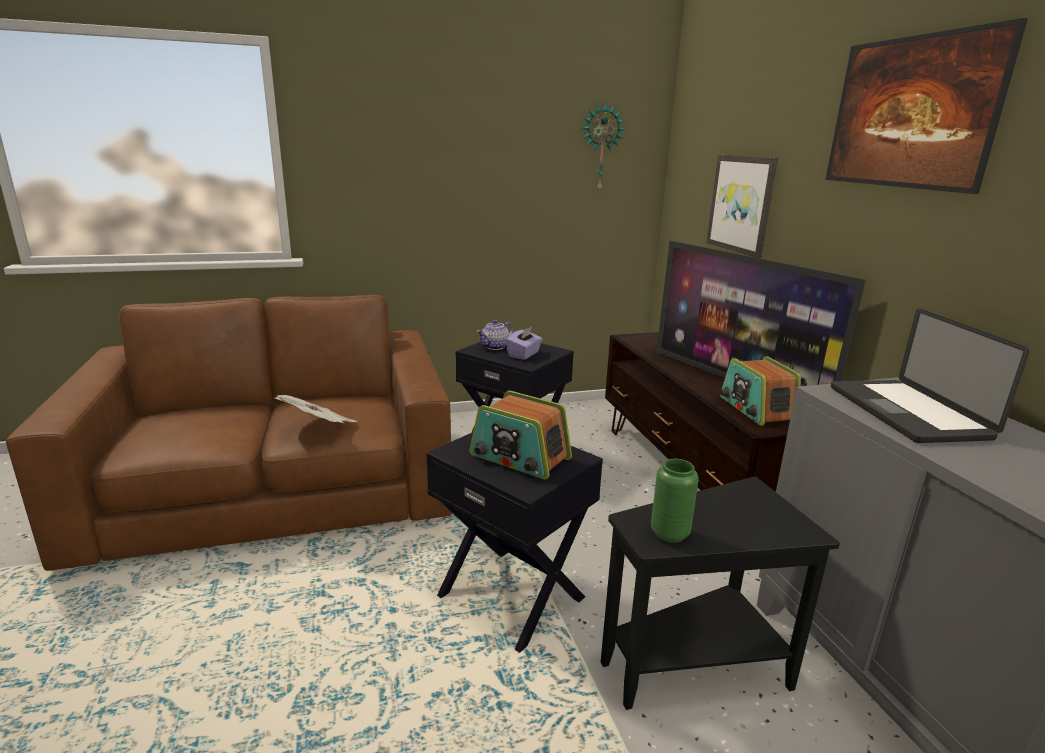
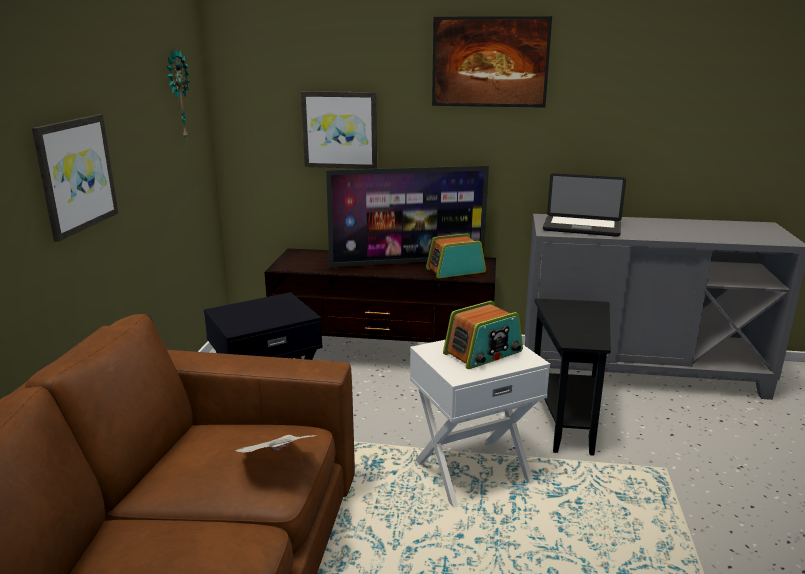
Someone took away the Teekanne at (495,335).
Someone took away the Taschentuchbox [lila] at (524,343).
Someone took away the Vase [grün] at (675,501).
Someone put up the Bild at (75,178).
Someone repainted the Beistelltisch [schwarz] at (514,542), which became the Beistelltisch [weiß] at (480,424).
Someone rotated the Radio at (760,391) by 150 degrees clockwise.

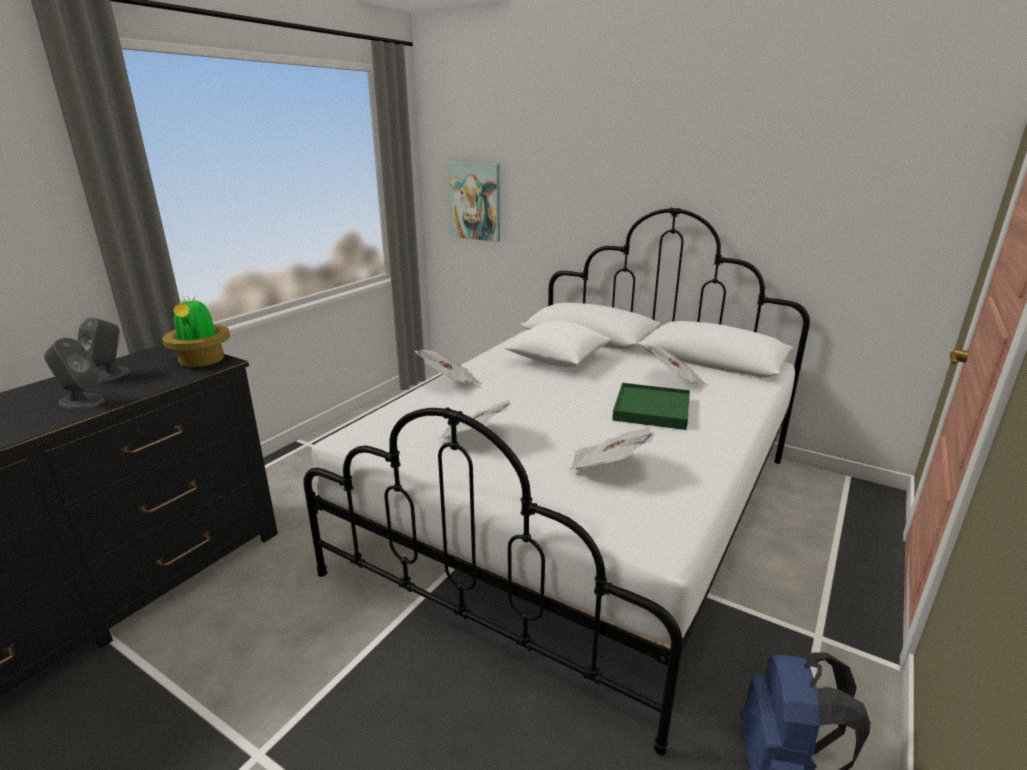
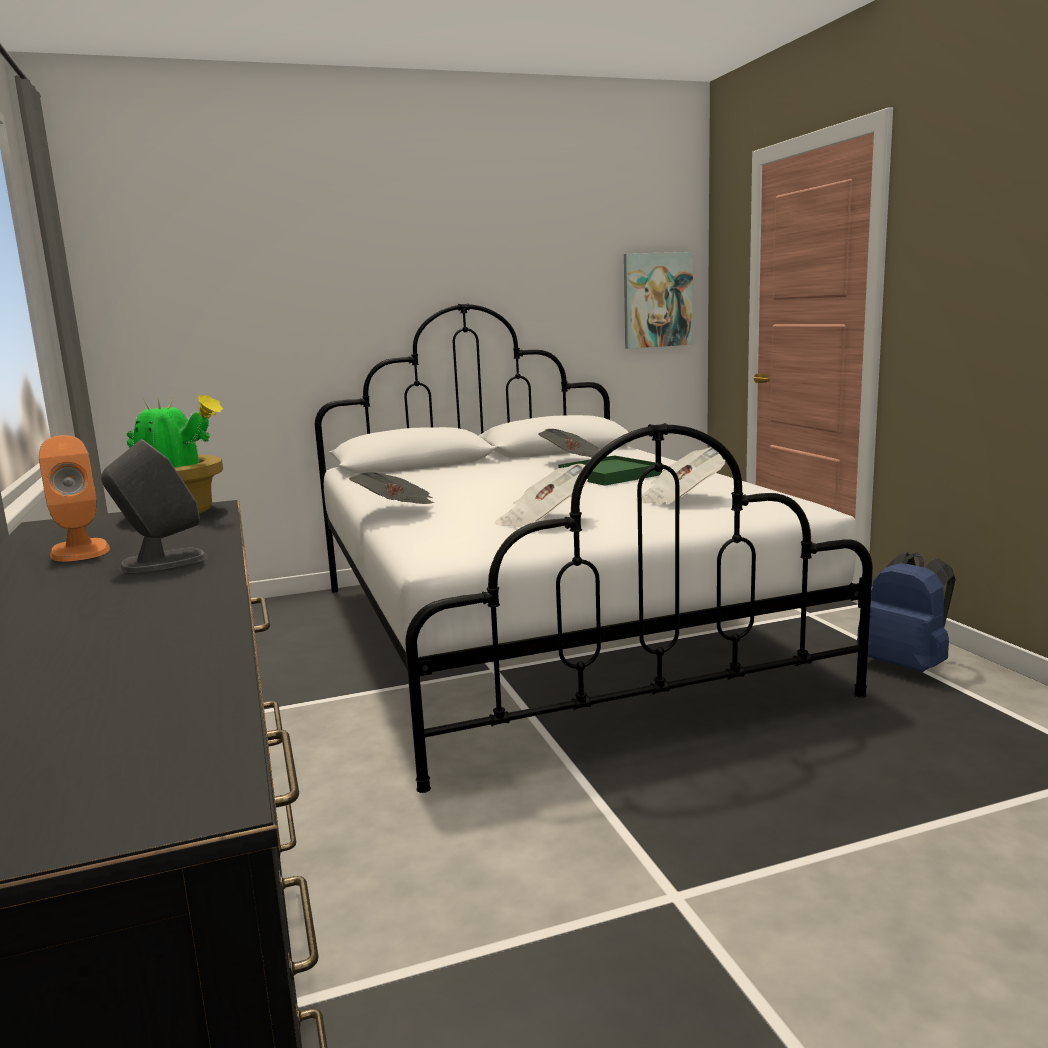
Someone took away the Kissen [weiß] at (557,343).
Someone carried the Bild from (473,202) to (658,300).
Someone repainted the Lautsprecher [grau] at (104,350), which became the Lautsprecher [orange] at (74,498).

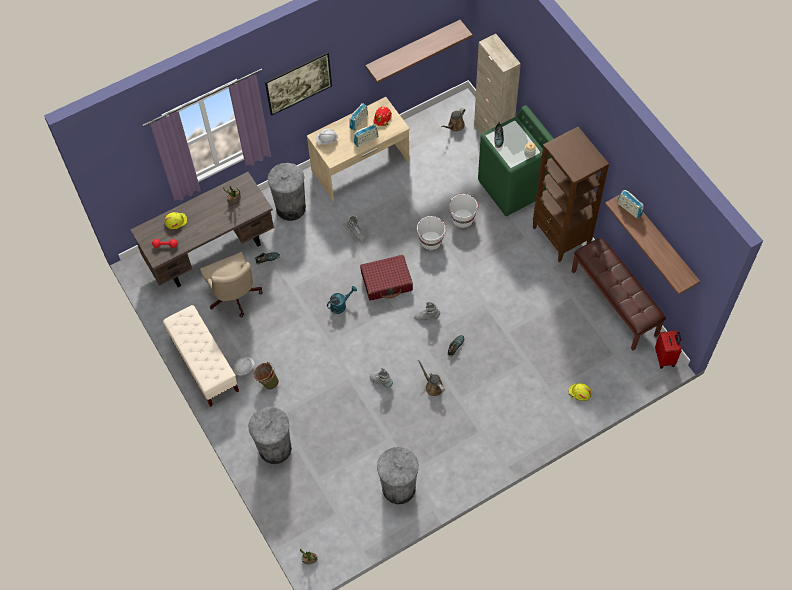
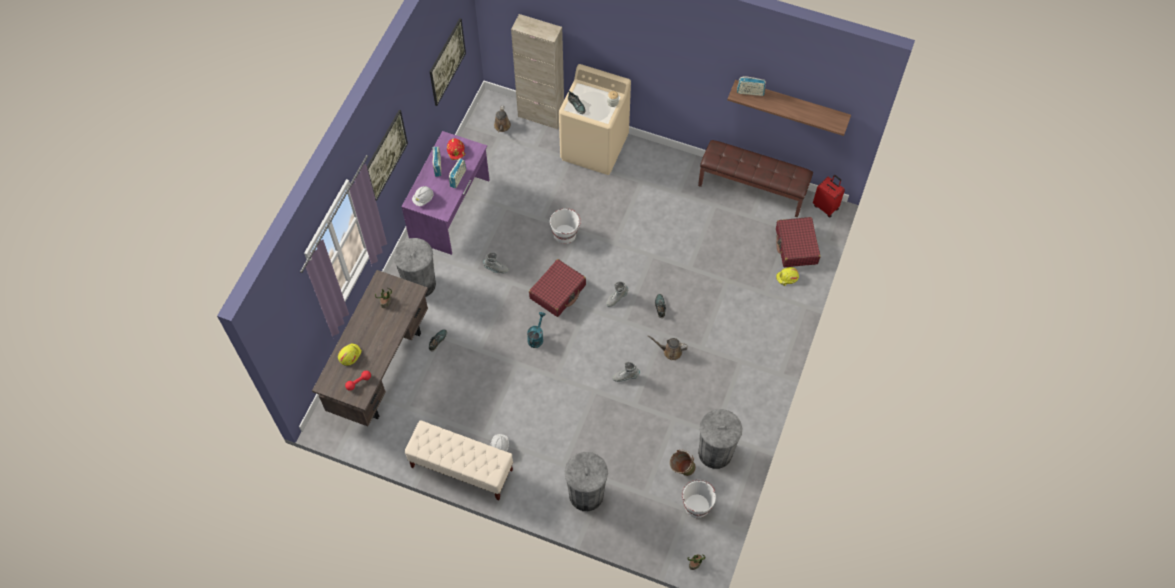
Someone took away the Bürostuhl [beige] at (231,284).
Someone took away the Bücherregal [braun] at (571,194).
Someone put down the Koffer [rot] at (798,242).
Someone carried the Eimer [grün] from (266,376) to (683,463).
Someone carried the Eimer [weiß] from (464,210) to (699,499).
Someone swapped the Wandregal at (419,51) for the Bild at (448,62).
Someone repainted the Schreibtisch [beige] at (358,149), which became the Schreibtisch [lila] at (445,193).
Someone repainted the Waschmaschine [grün] at (516,160), which became the Waschmaschine [beige] at (595,119).

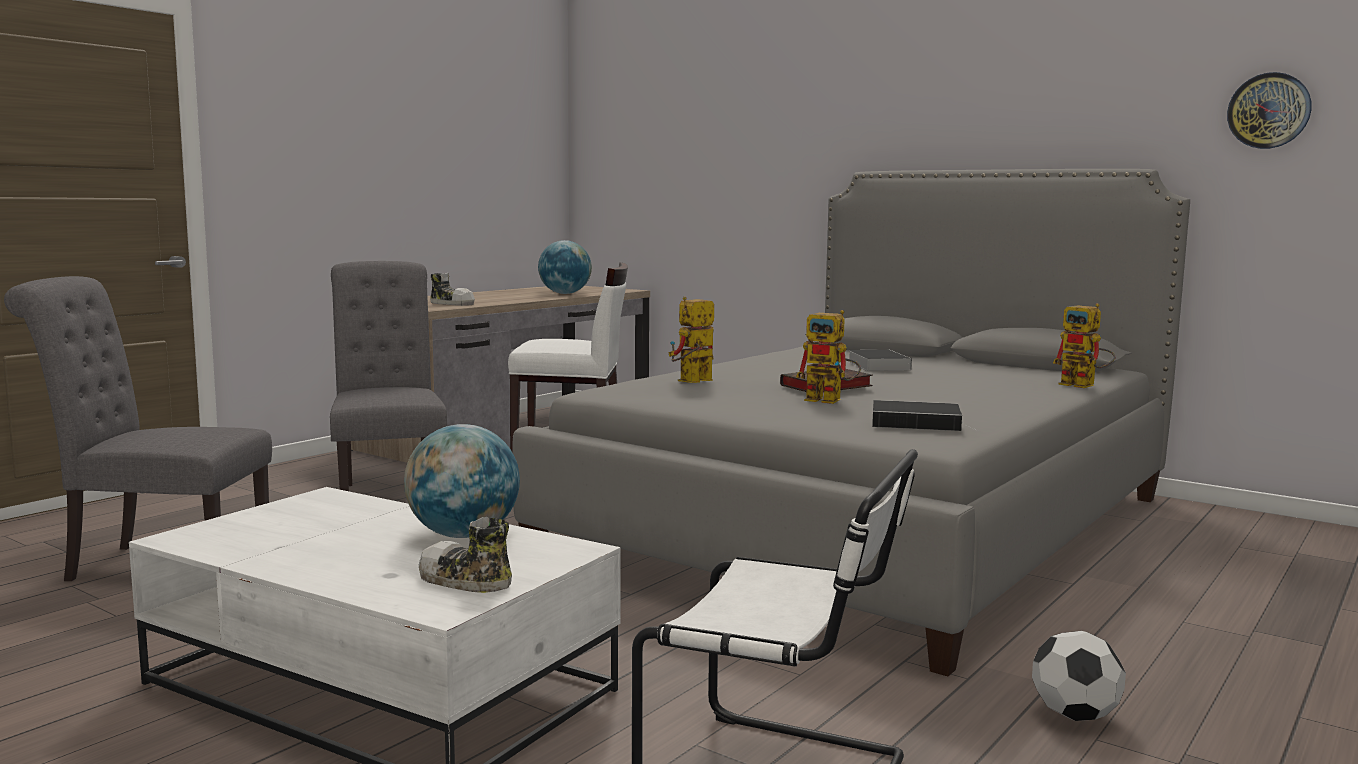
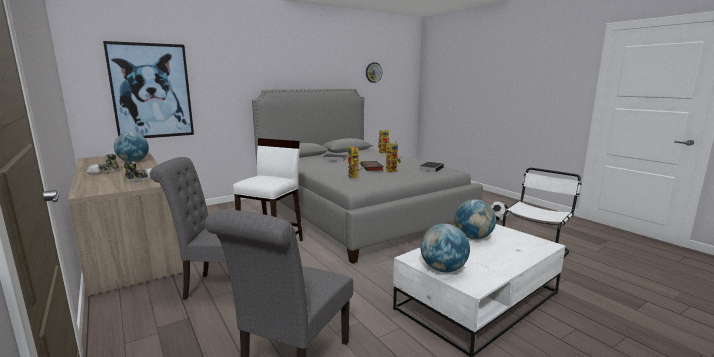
Someone put up the Bild at (148,89).
Someone put down the Globus at (445,248).
Someone carried the Schuh from (465,555) to (103,164).

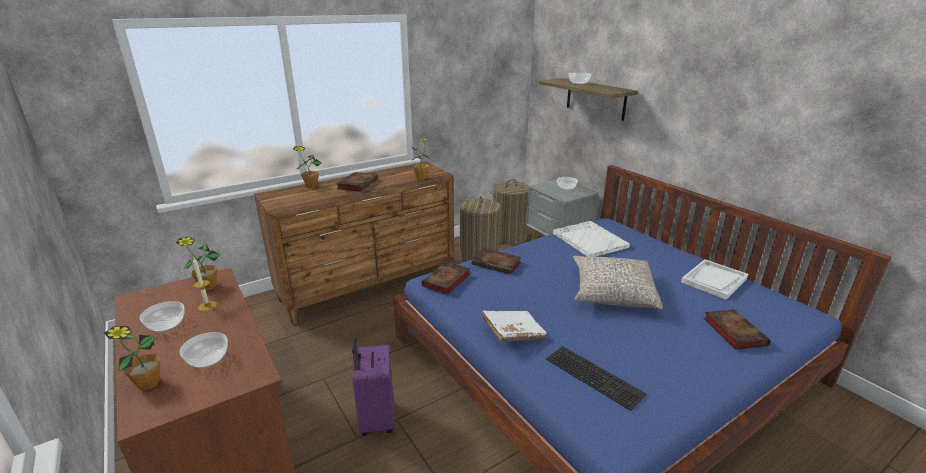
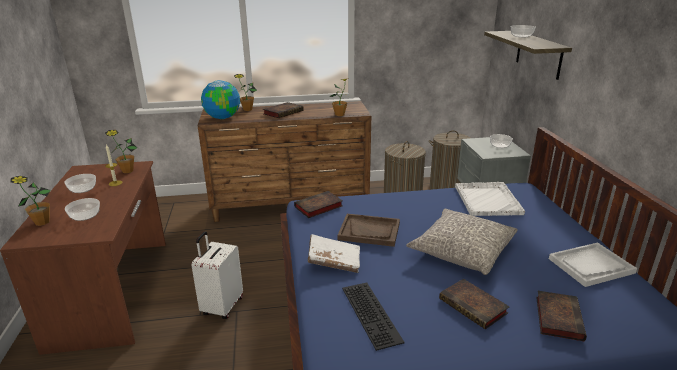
Someone put down the Globus at (220,99).
Someone put down the Tablett [braun] at (368,230).
Someone carried the Buch from (496,261) to (474,304).
Someone repainted the Koffer [lila] at (373,387), which became the Koffer [weiß] at (217,275).

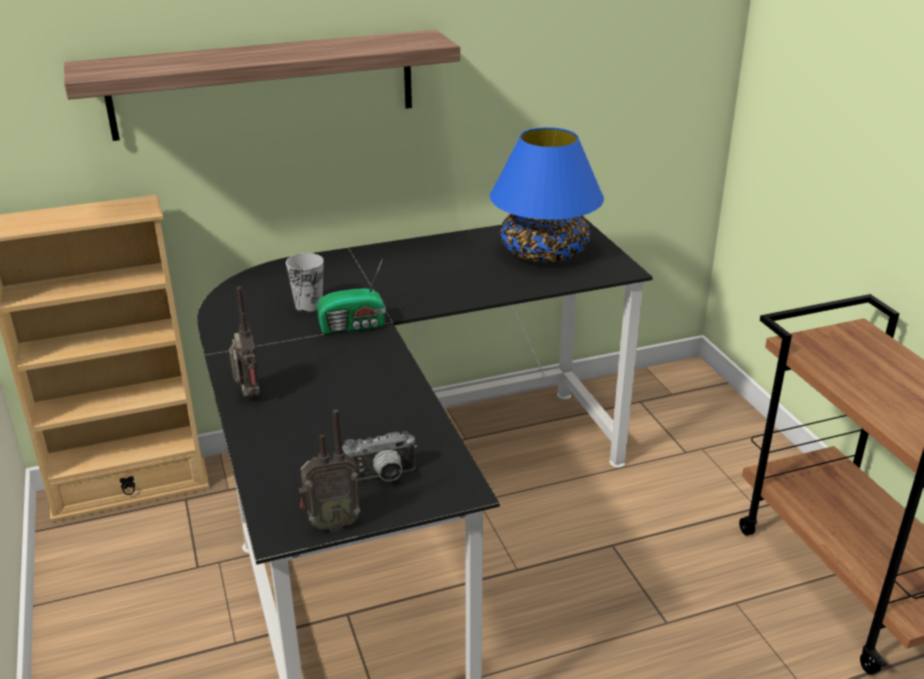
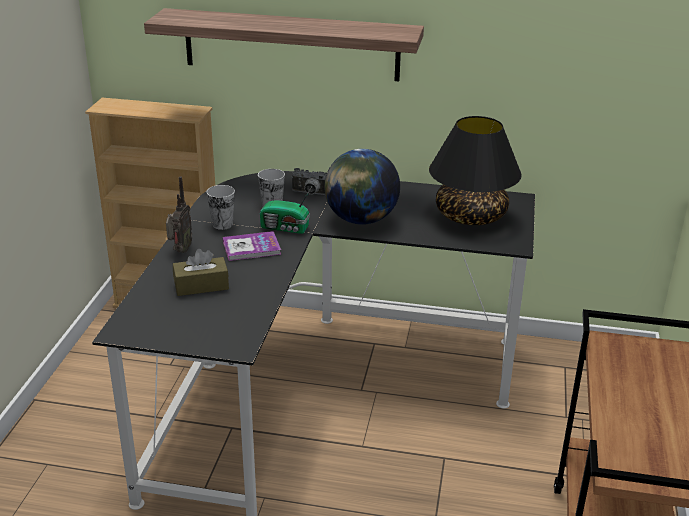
Someone took away the Radio at (330,470).
Someone put down the Taschentuchbox [braun] at (201,272).
Someone put down the Tasse at (220,207).
Someone put down the Buch at (252,246).
Someone put down the Globus at (362,187).
Someone carried the Kamera from (379,456) to (309,181).
Someone repainted the Tischlampe [blau] at (547,195), which became the Tischlampe [schwarz] at (475,170).

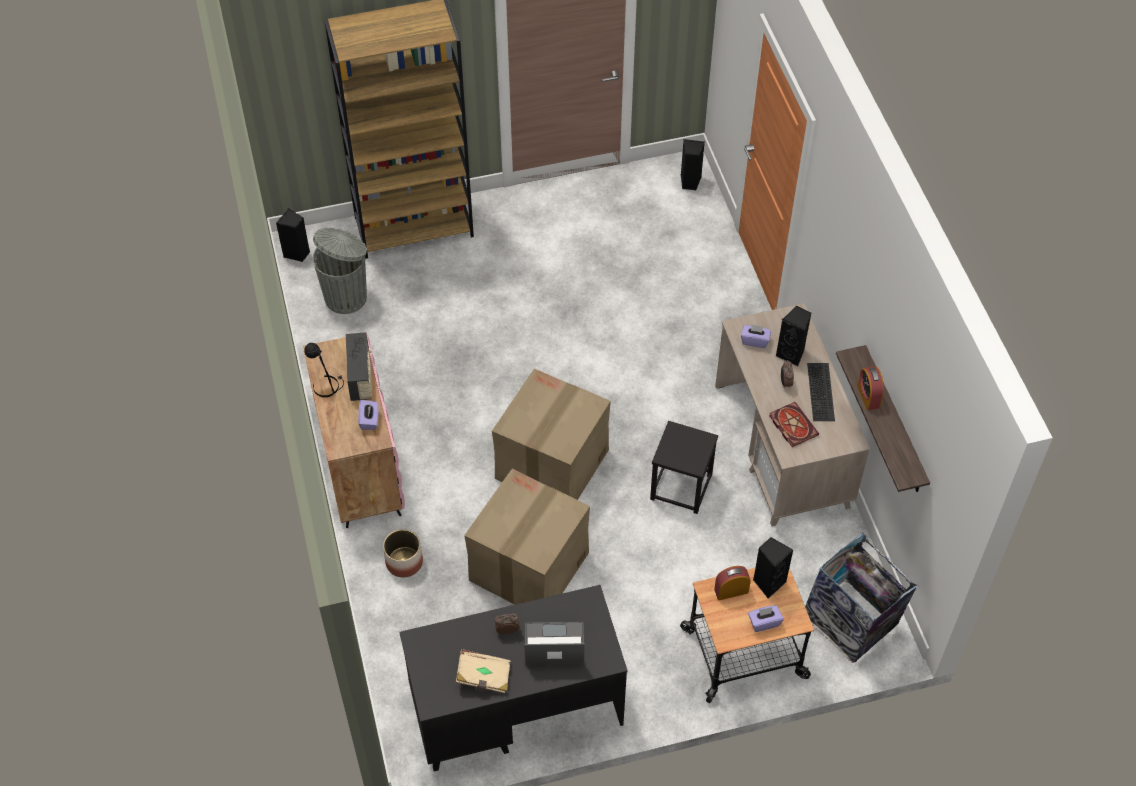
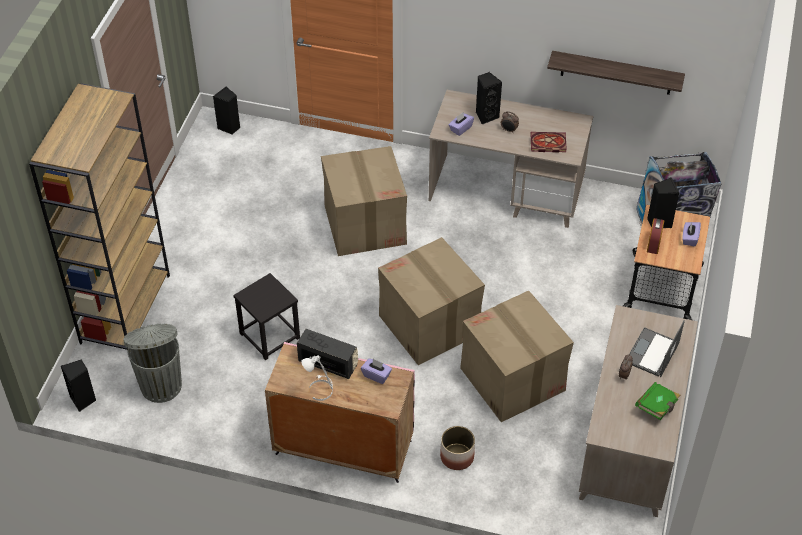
Someone took away the Tastatur at (821,392).
Someone took away the Wecker at (870,388).
Someone put down the Karton at (364,201).
Someone carried the Hocker [schwarz] from (684,467) to (266,316).
Someone repainted the Tischlampe [schwarz] at (324,370), which became the Tischlampe [weiß] at (317,378).
Someone repainted the Schreibtisch [schwarz] at (513,678), which became the Schreibtisch [beige] at (638,411).
Someone repainted the Buch [beige] at (483,671), which became the Buch [grün] at (657,401).

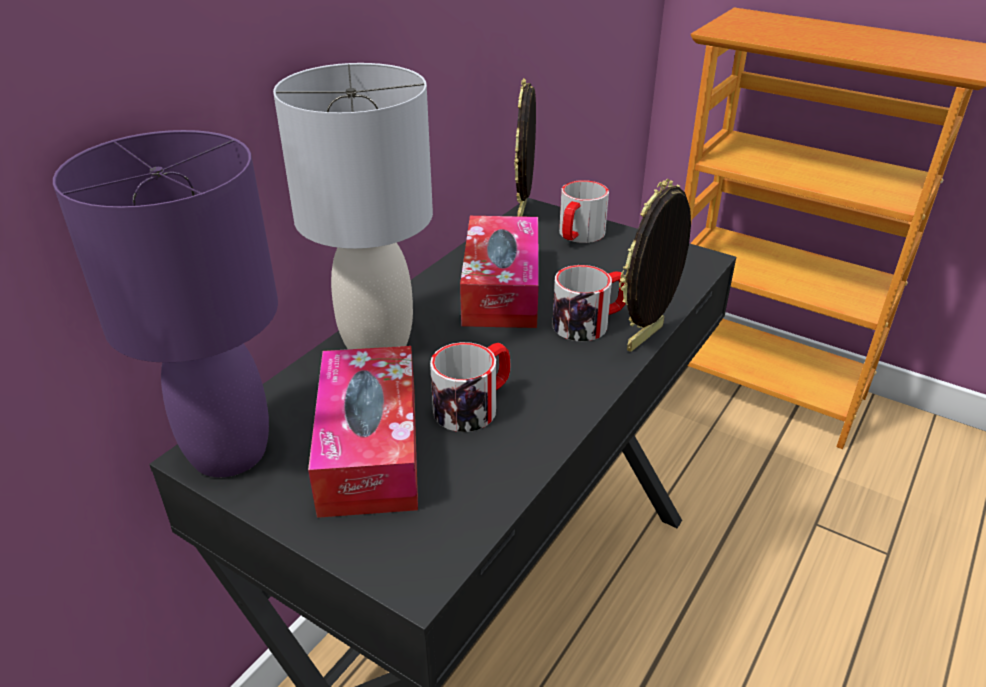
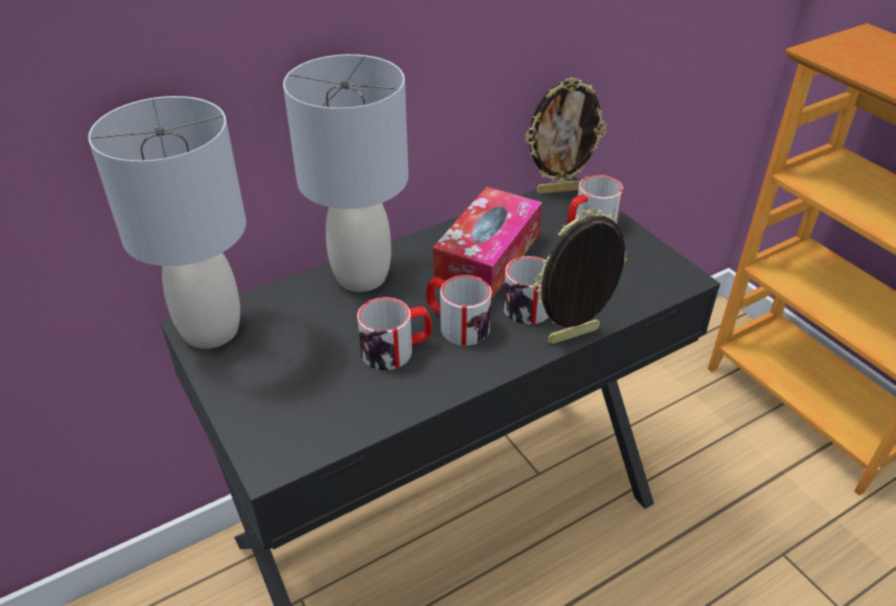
Someone took away the Taschentuchbox at (363,432).
Someone put down the Henkelbecher at (459,310).
Someone repainted the Tischlampe [lila] at (165,303), which became the Tischlampe [grau] at (167,222).
Someone rotated the Bilderrahmen at (525,147) by 135 degrees counterclockwise.

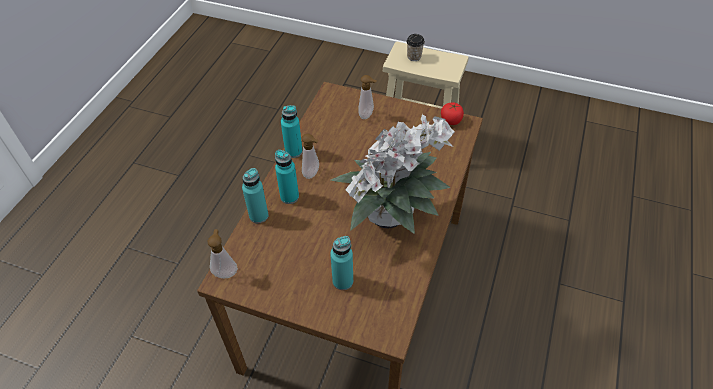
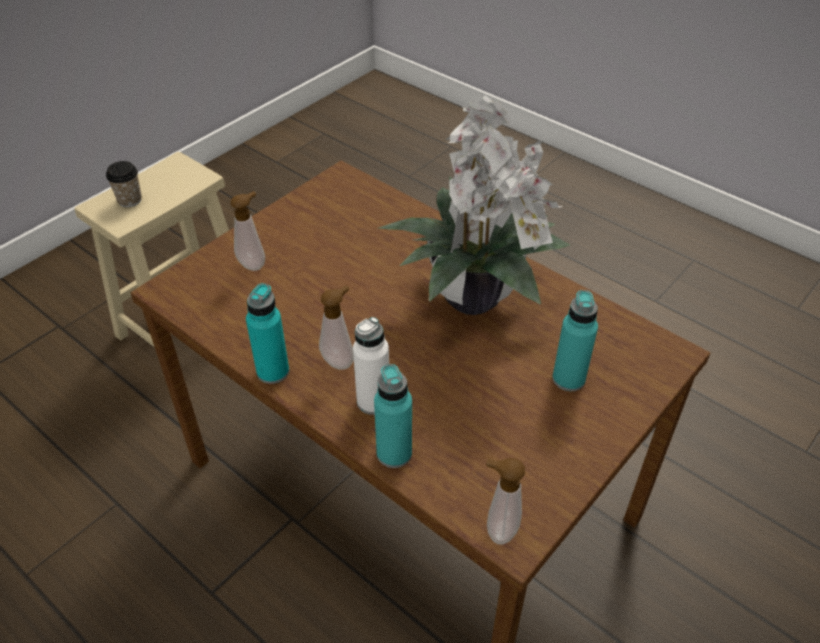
Someone took away the Tomate at (452,113).
Someone repainted the Flasche [türkis] at (287,177), which became the Flasche [weiß] at (371,366).

